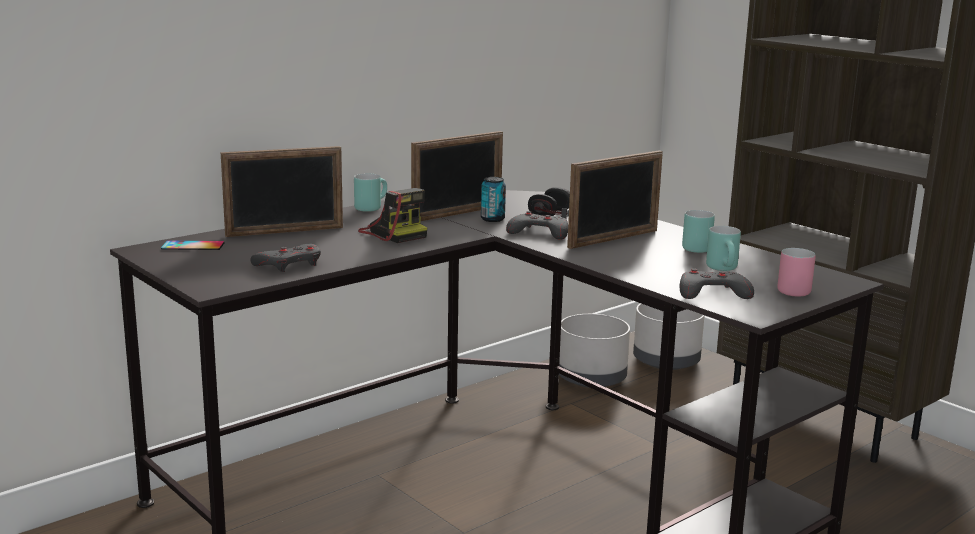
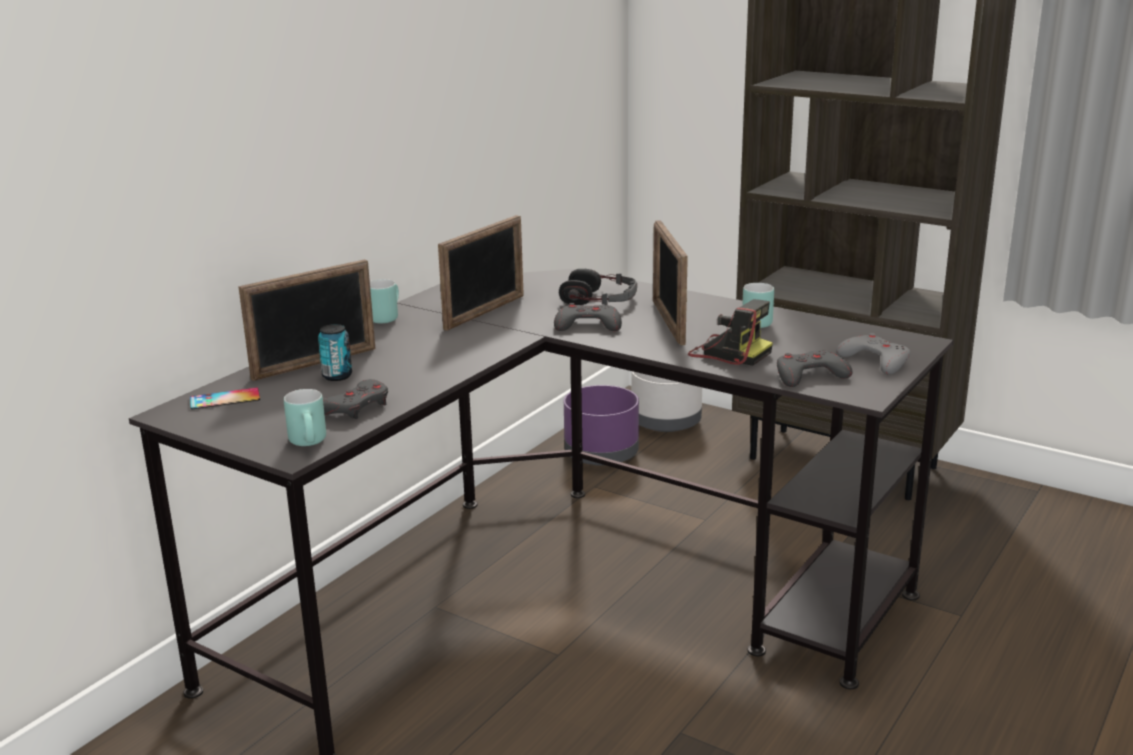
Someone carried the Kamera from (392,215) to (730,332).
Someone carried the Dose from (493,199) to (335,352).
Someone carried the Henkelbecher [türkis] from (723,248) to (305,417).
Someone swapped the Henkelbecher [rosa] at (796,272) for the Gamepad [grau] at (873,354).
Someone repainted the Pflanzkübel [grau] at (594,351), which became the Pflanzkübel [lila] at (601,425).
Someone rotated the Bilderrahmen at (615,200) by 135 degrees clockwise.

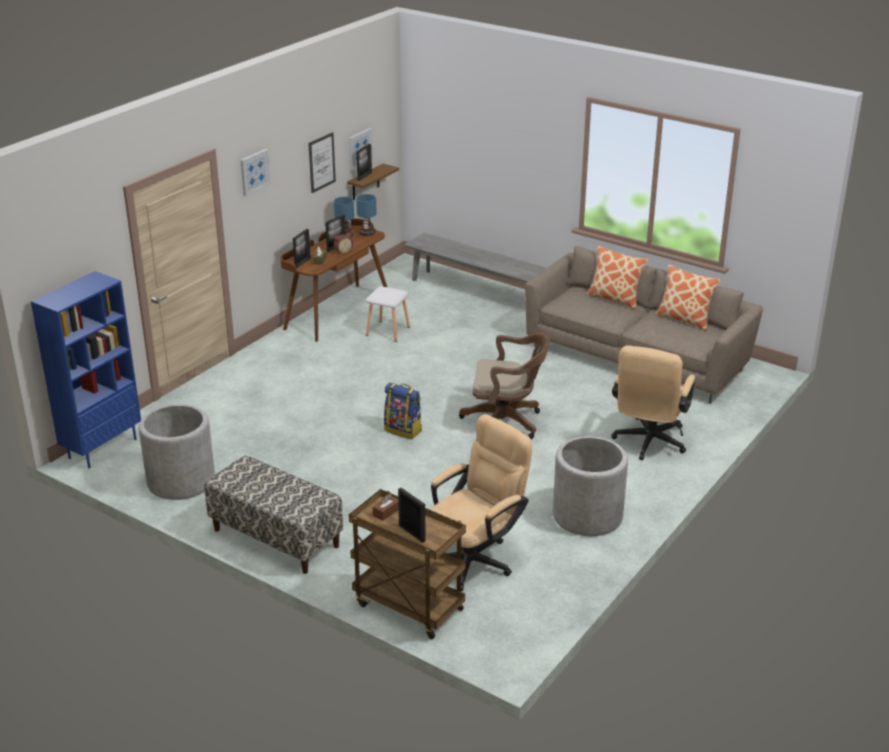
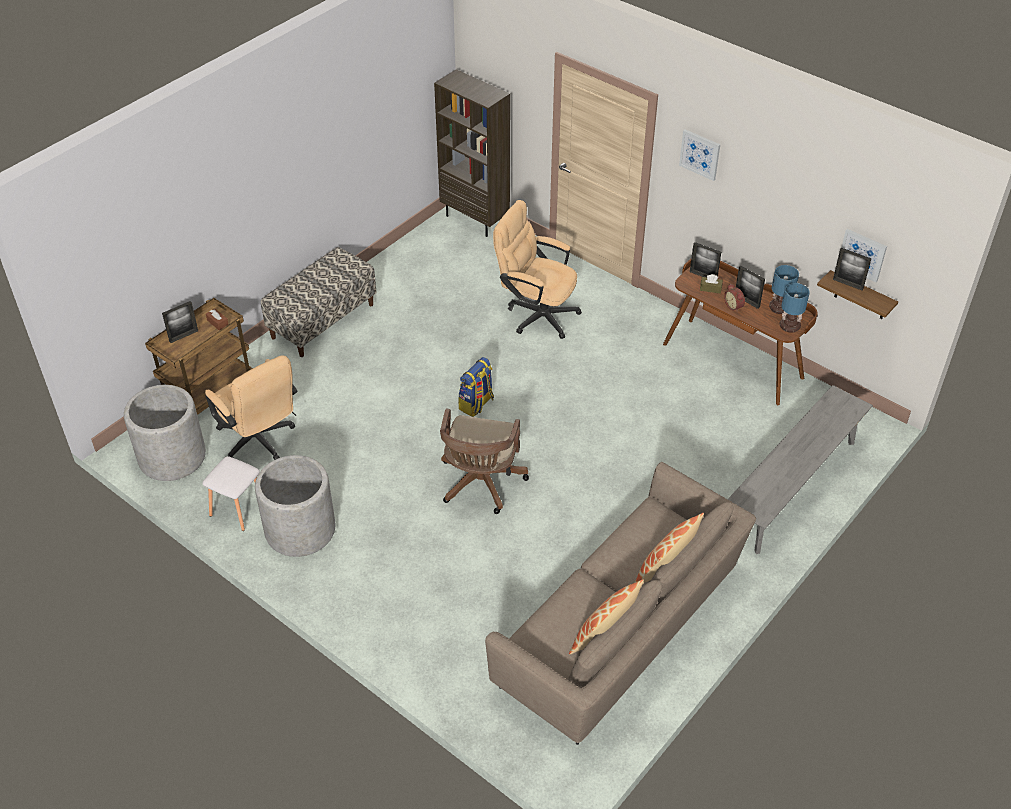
Someone took away the Bild at (322,162).
Someone carried the Pflanzkübel [grau] from (177,452) to (165,433).
Someone carried the Hocker [weiß] from (388,314) to (231,493).
Someone carried the Bürostuhl [beige] from (653,402) to (537,269).
Someone repainted the Bücherregal [blau] at (86,369), which became the Bücherregal [braun] at (472,153).

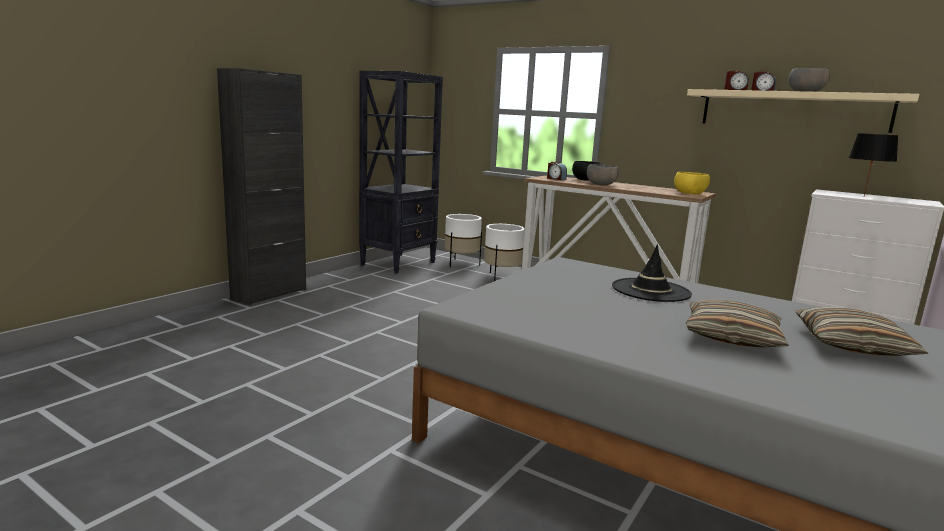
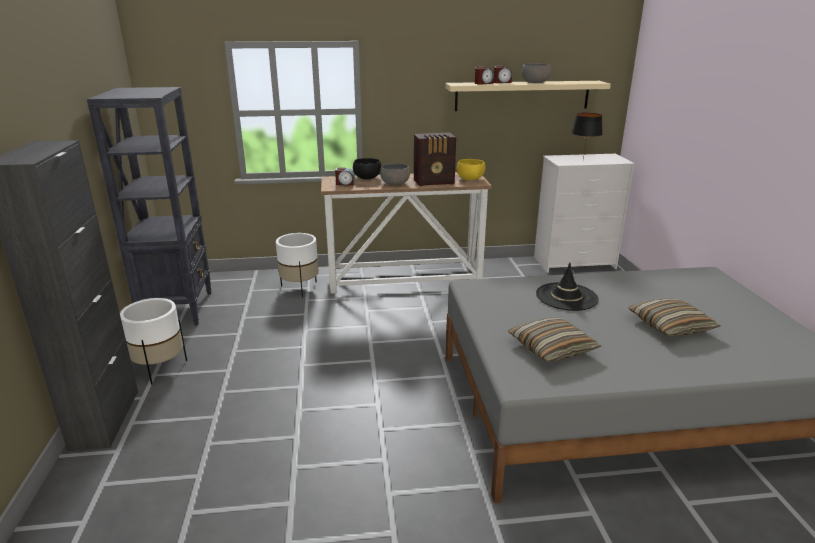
Someone put down the Radio at (435,159).
Someone carried the Pflanzkübel [weiß] from (463,240) to (153,341).
Someone carried the Kissen from (861,331) to (554,339).

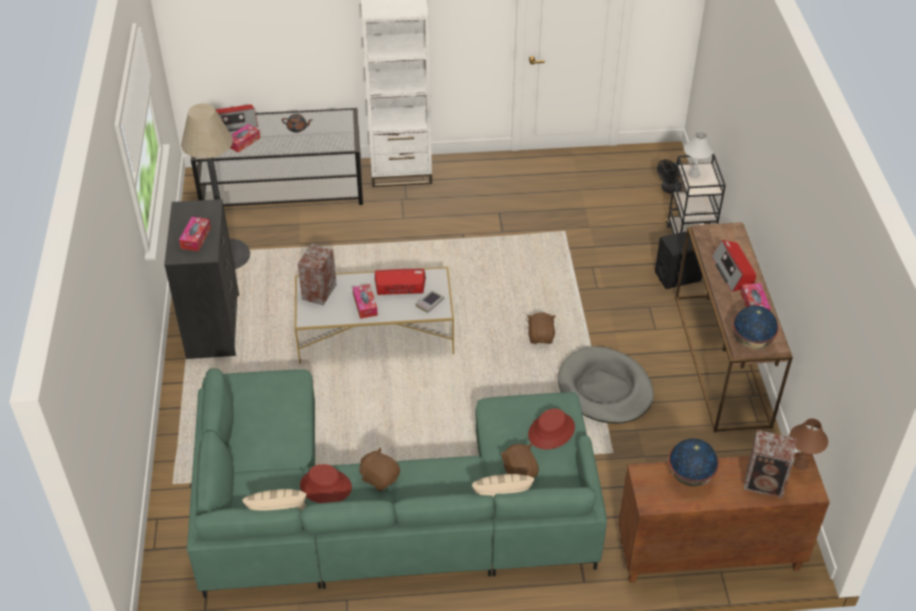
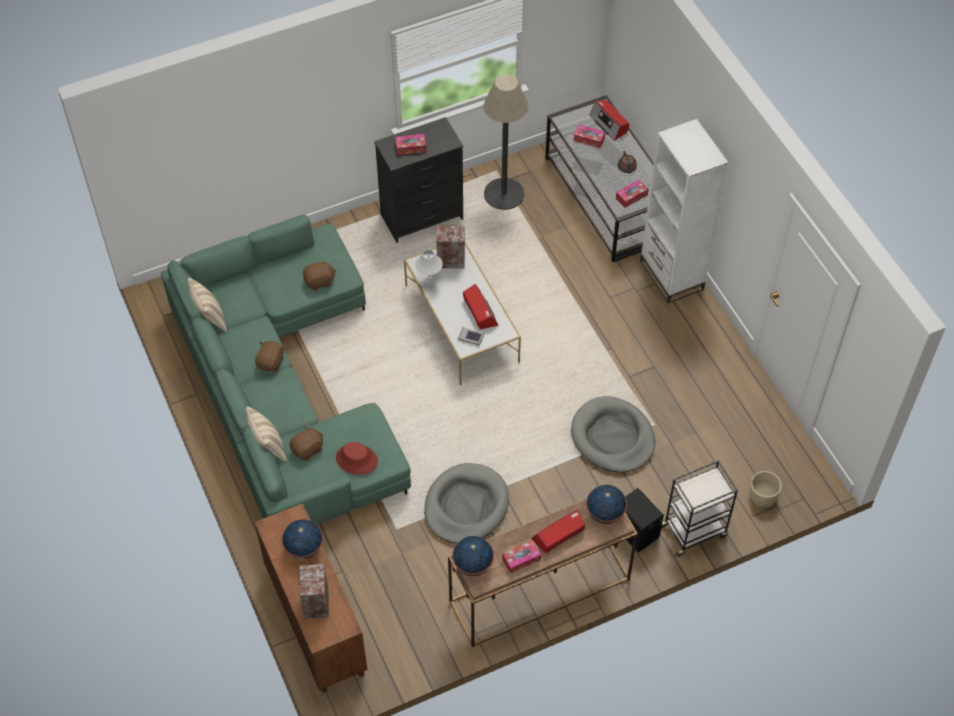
Someone took away the Hut [rot] at (326,483).
Someone took away the Tischlampe [braun] at (808,444).
Someone put down the Hundebett [grau] at (613,434).
Someone put down the Globus at (606,504).
Someone carried the Taschentuchbox from (365,301) to (632,194).
Someone carried the Plüschtier [braun] from (541,328) to (319,275).
Someone carried the Tischlampe [weiß] from (699,155) to (429,268).
Someone swapped the Ventilator [schwarz] at (669,176) for the Pflanzkübel [beige] at (765,489).

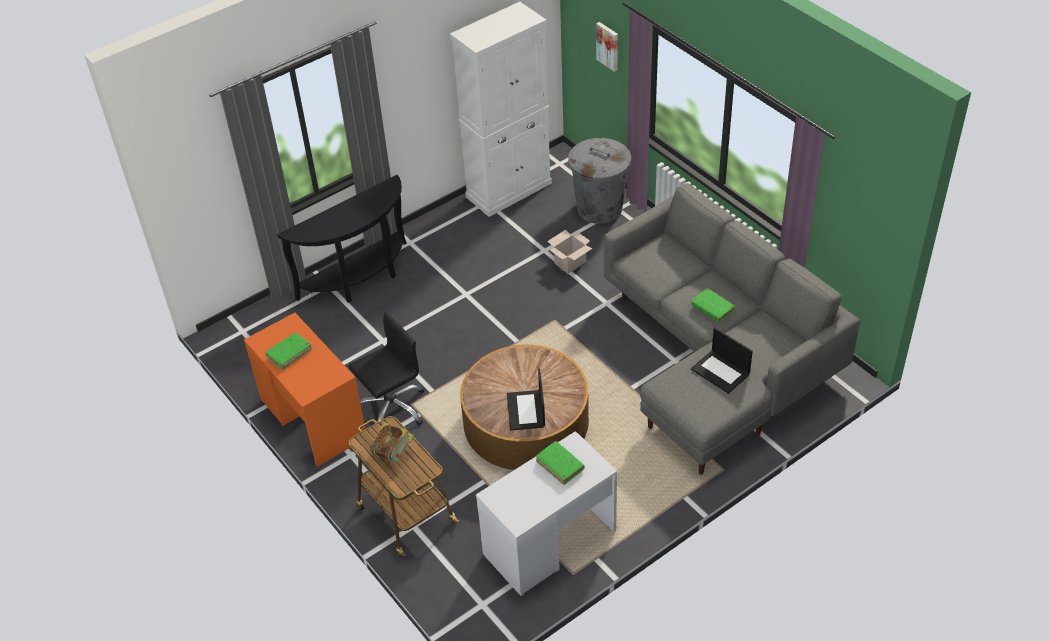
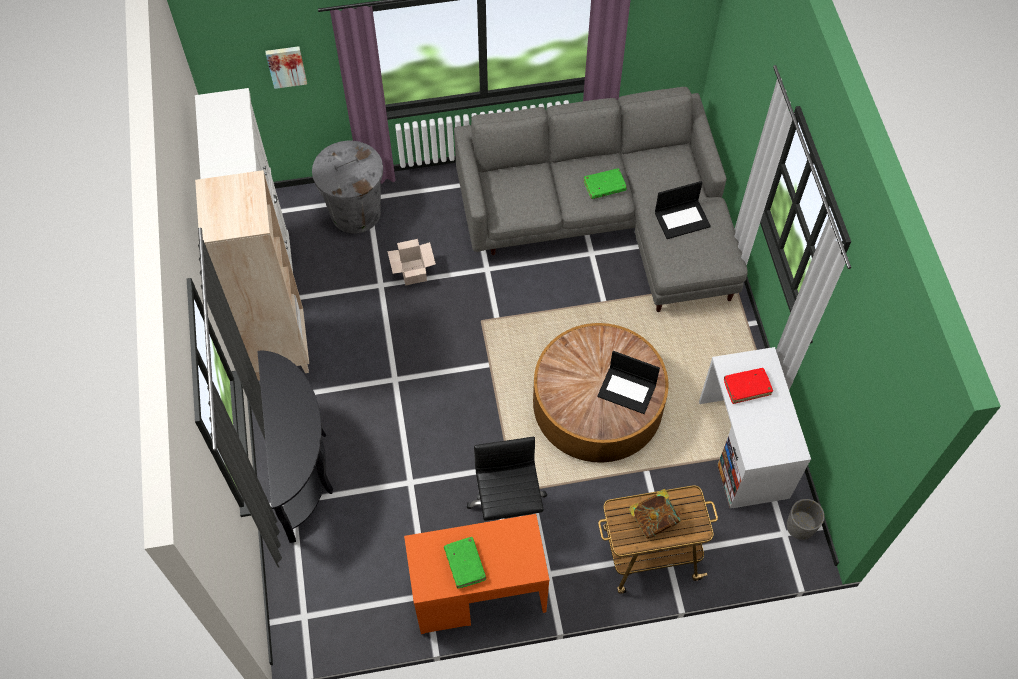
Someone put down the Bücherregal [beige] at (252,275).
Someone put down the Pflanzkübel [grau] at (806,519).
Someone repainted the Buch [grün] at (560,463), which became the Buch [rot] at (748,386).

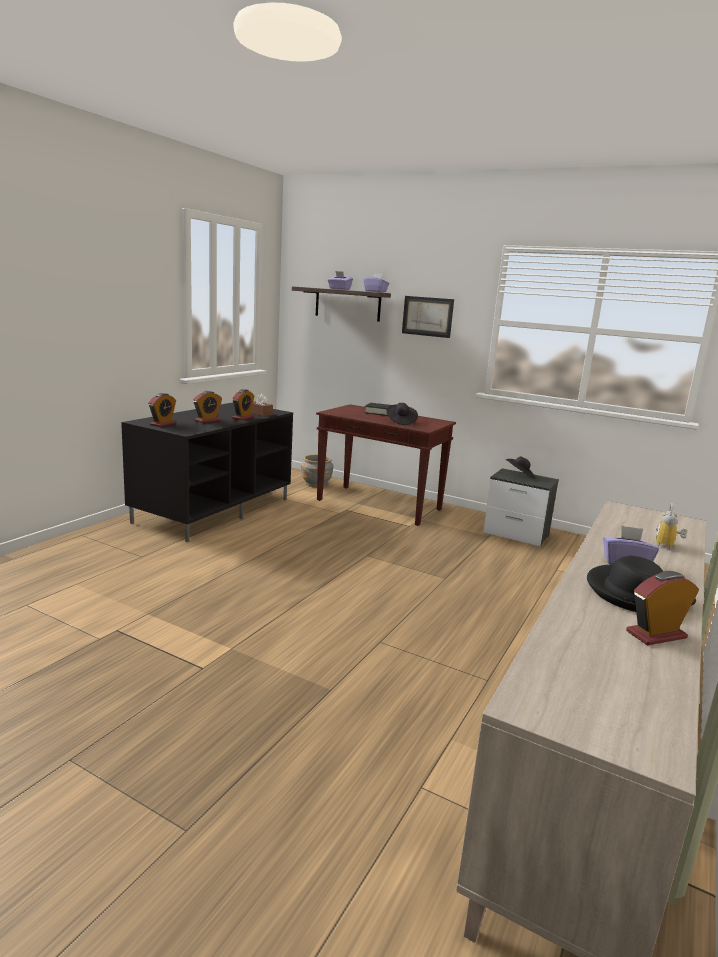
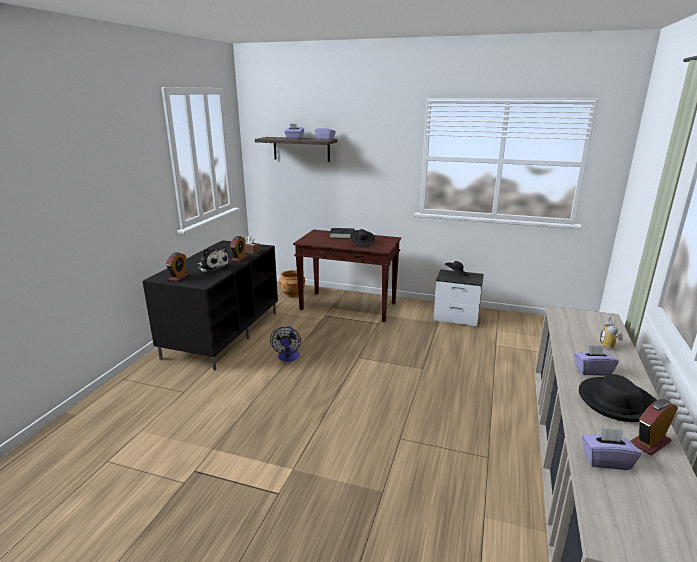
Someone took away the Bild at (428,317).
Someone put down the Ventilator at (285,344).
Someone put down the Taschentuchbox [lila] at (611,448).
Someone swapped the Wecker at (207,407) for the Plüschtier at (214,259).
Someone repainted the Pflanzkübel [grau] at (317,471), which became the Pflanzkübel [braun] at (292,283).

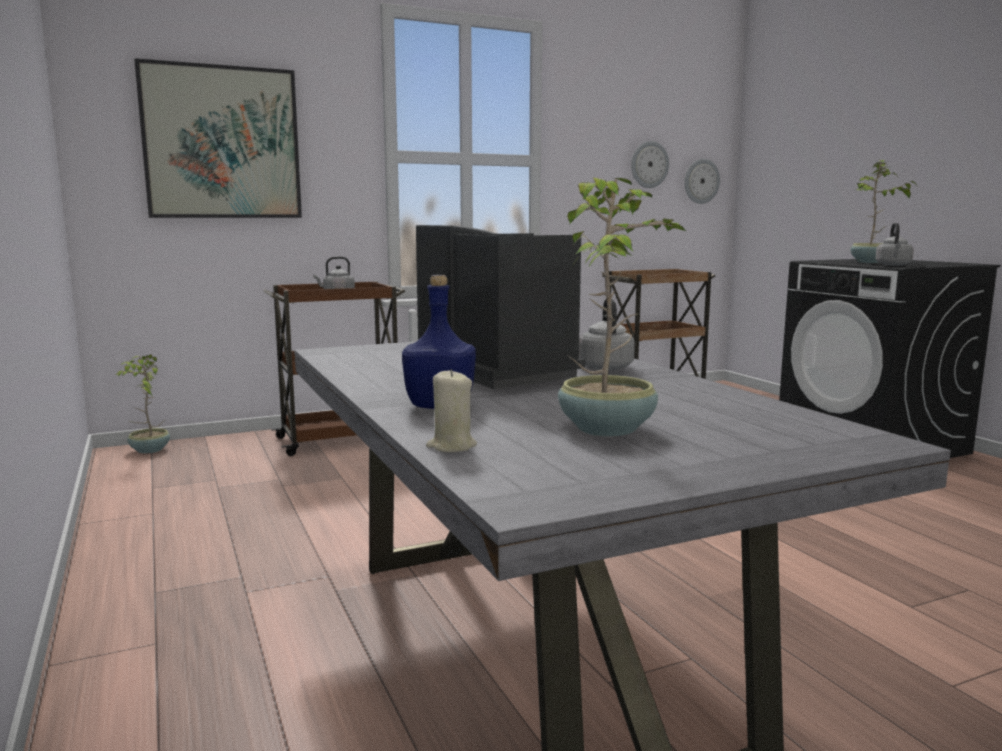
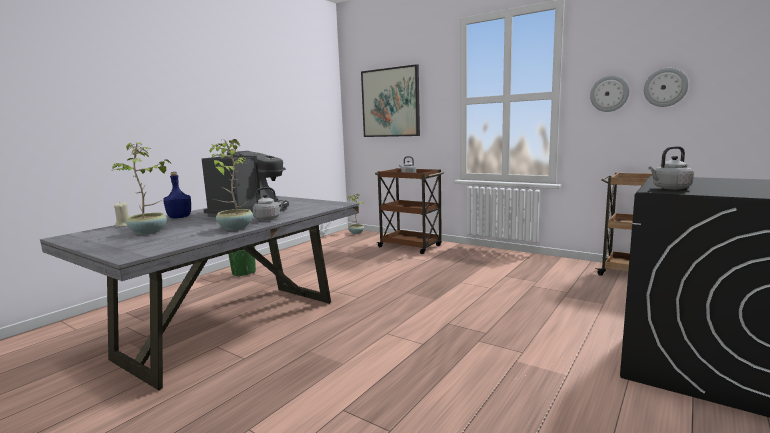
Someone put down the Pflanzkübel [grün] at (242,261).
Someone carried the Wanduhr from (702,181) to (609,93).
Someone carried the Topfpflanze from (883,211) to (231,184).

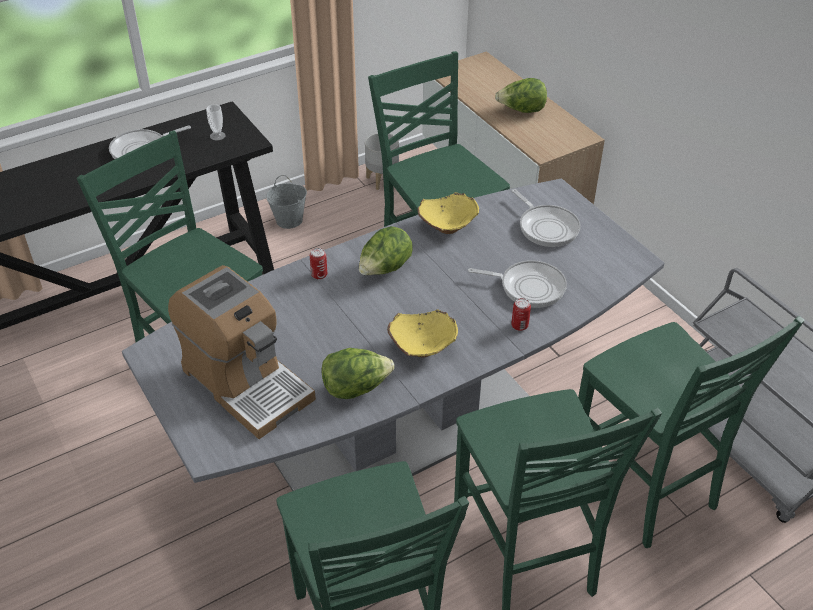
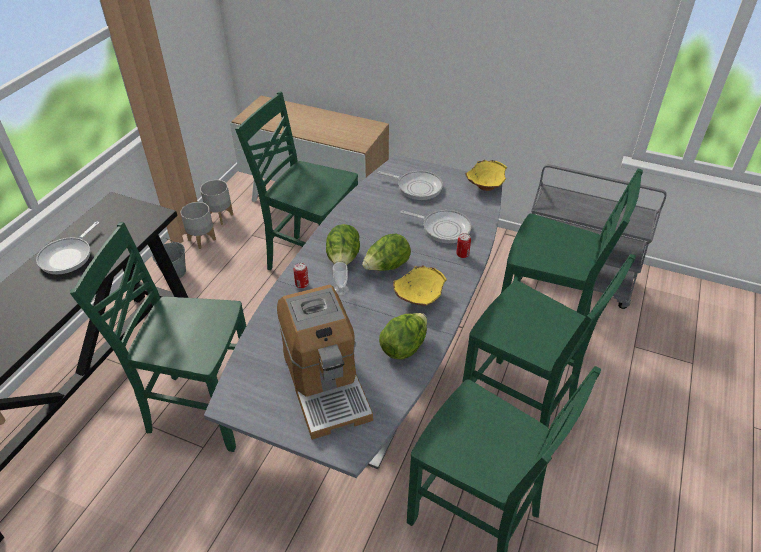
Someone put down the Pflanzkübel [grau] at (198,225).
Someone carried the Tasse from (216,122) to (341,278).
Someone carried the Schüssel [gelb] from (448,213) to (486,175).
Someone carried the Salatkopf from (521,95) to (386,252).
Someone rotated the Kaffeemaschine at (242,352) by 60 degrees clockwise.
Someone rotated the Pfanne at (517,284) by 45 degrees clockwise.

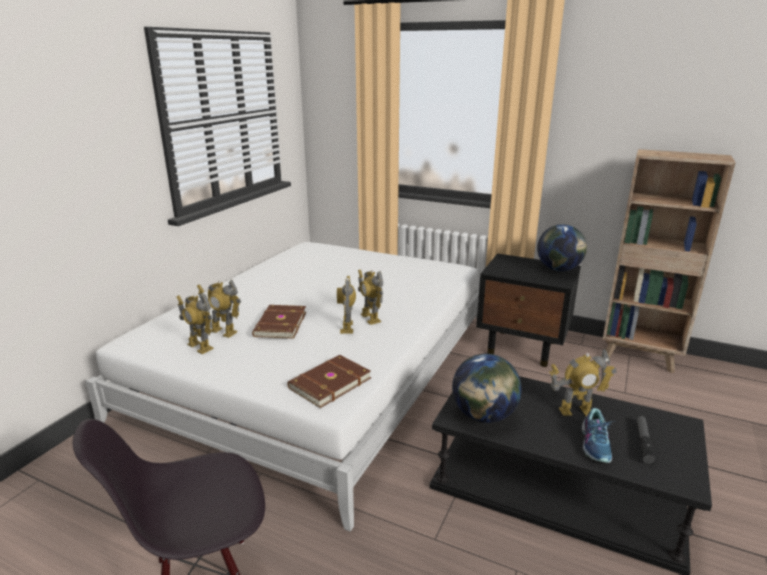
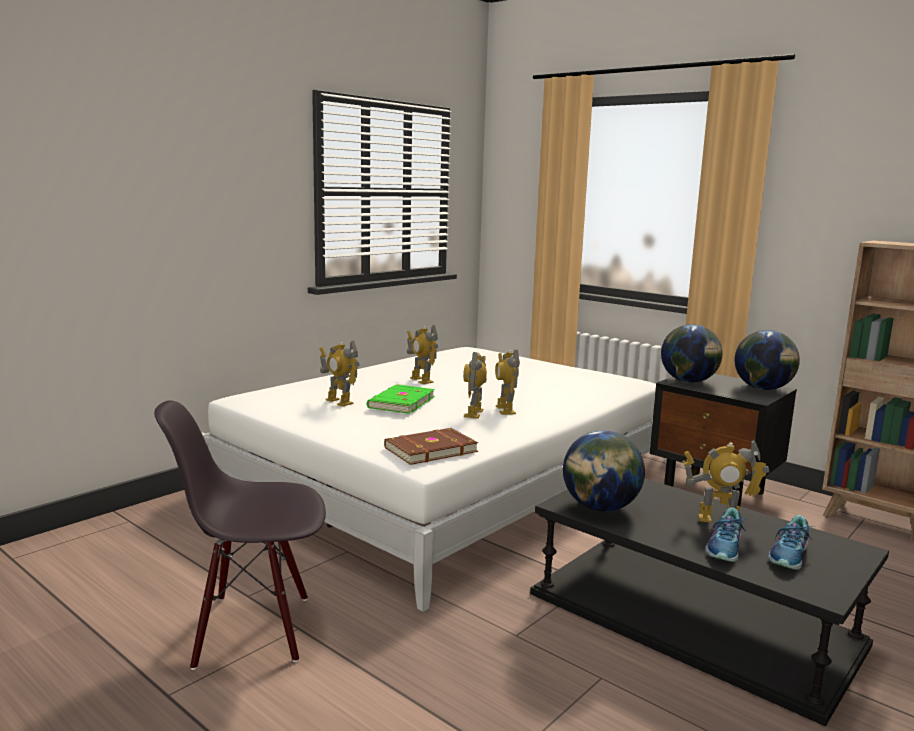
Someone put down the Globus at (691,353).
Someone carried the Spielzeugroboter from (194,324) to (422,354).
Someone swapped the Taschenlampe at (646,440) for the Schuh at (791,542).
Someone repainted the Buch [braun] at (279,322), which became the Buch [grün] at (401,399).

